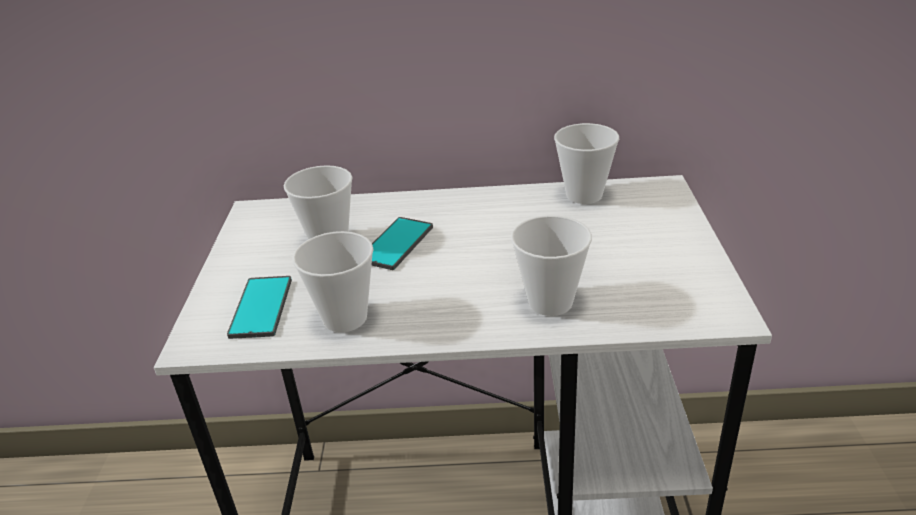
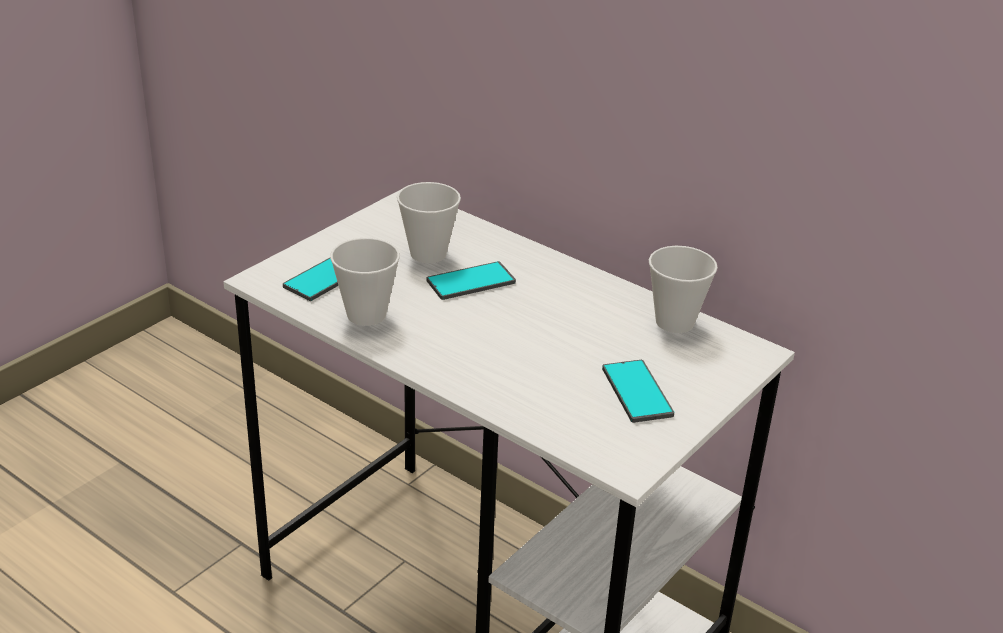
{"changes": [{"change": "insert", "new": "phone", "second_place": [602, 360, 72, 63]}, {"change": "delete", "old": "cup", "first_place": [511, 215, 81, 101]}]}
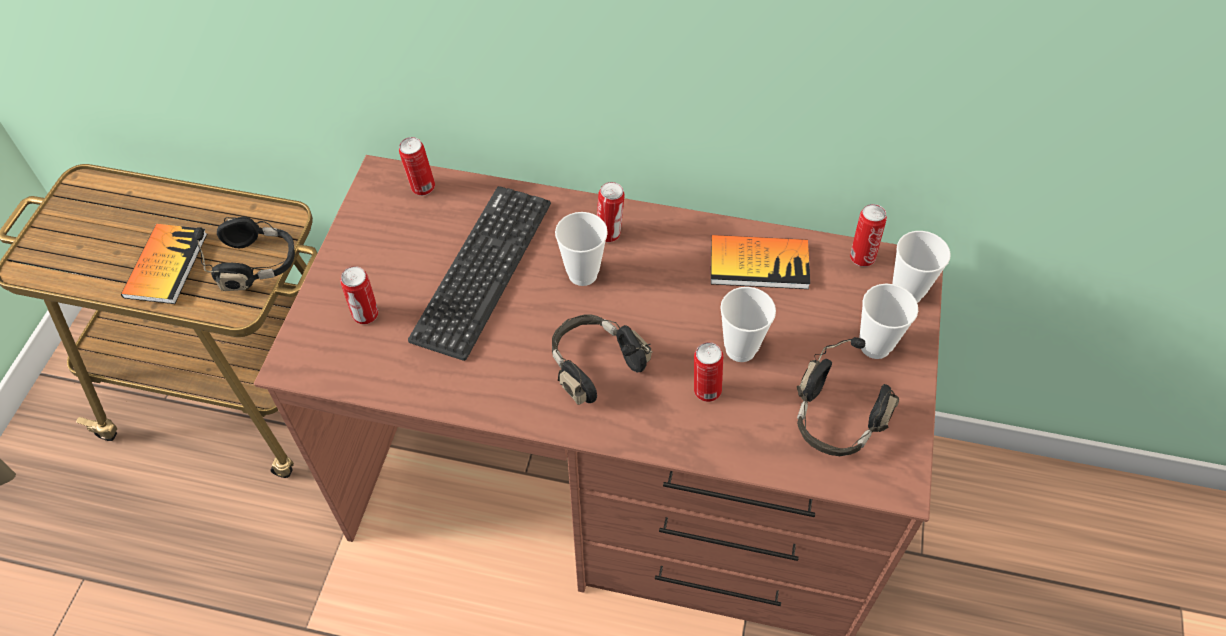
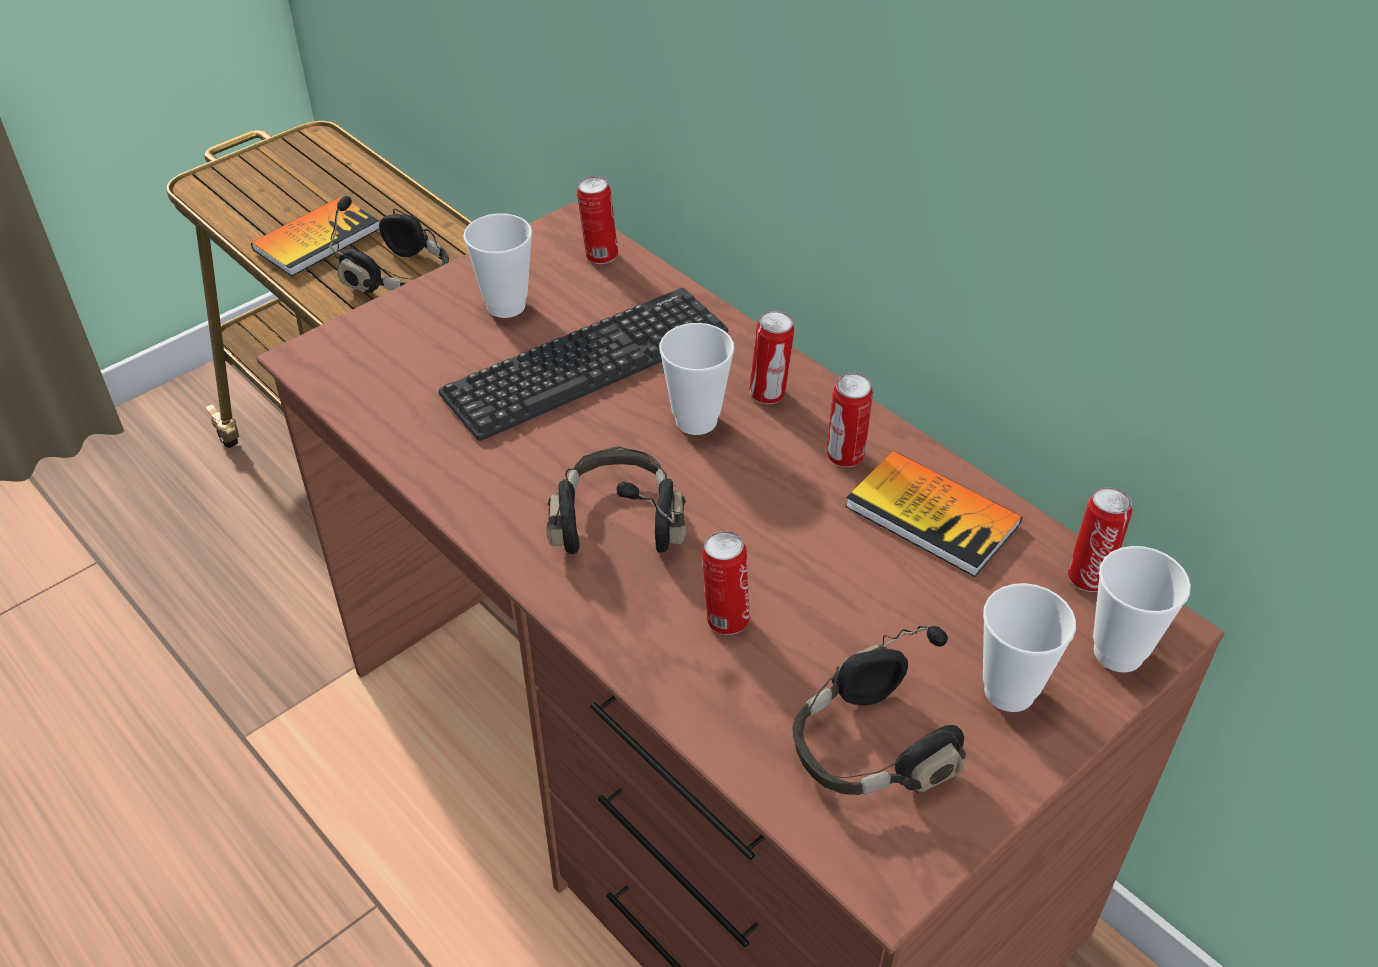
{"changes": [{"change": "move", "old": "cup", "first_place": [720, 287, 56, 75], "second_place": [463, 213, 69, 105]}, {"change": "move", "old": "can", "first_place": [340, 266, 38, 58], "second_place": [827, 373, 46, 94]}]}
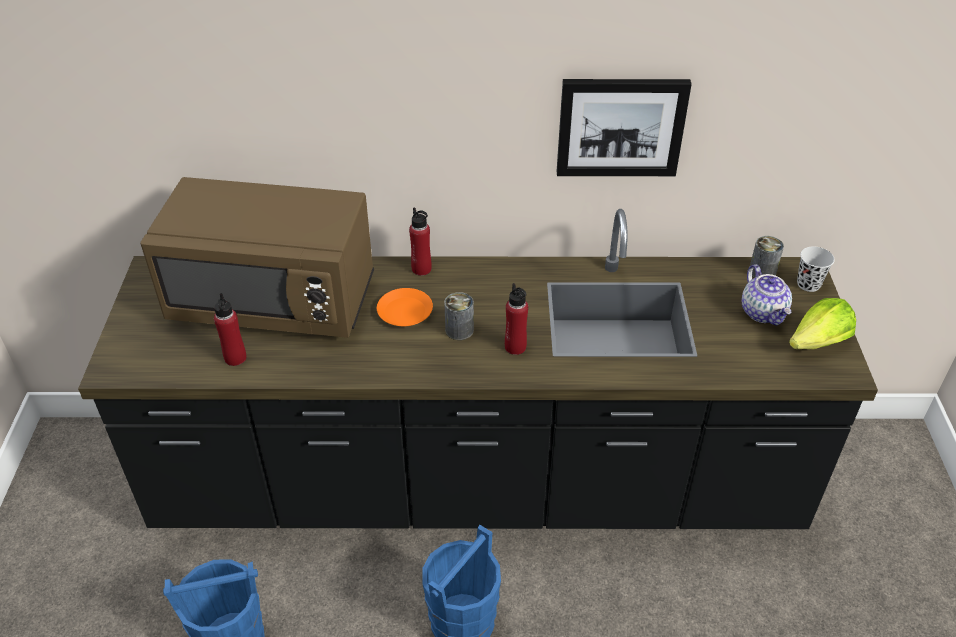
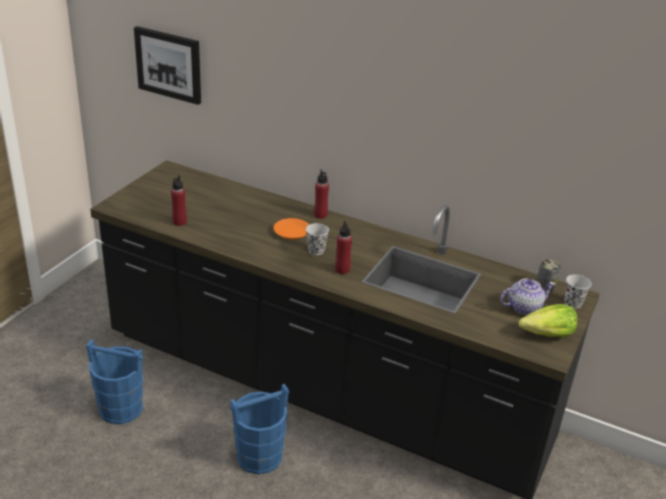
{"changes": [{"change": "move", "old": "picture", "first_place": [557, 79, 135, 97], "second_place": [134, 26, 67, 79]}, {"change": "replace", "old": "can", "new": "black cup", "first_place": [444, 292, 30, 48], "second_place": [306, 223, 23, 32]}, {"change": "rotate", "old": "teapot", "first_place": [742, 264, 50, 62], "second_place": [500, 279, 55, 36], "degrees": -120}, {"change": "delete", "old": "brown microwave", "first_place": [140, 177, 234, 161]}]}
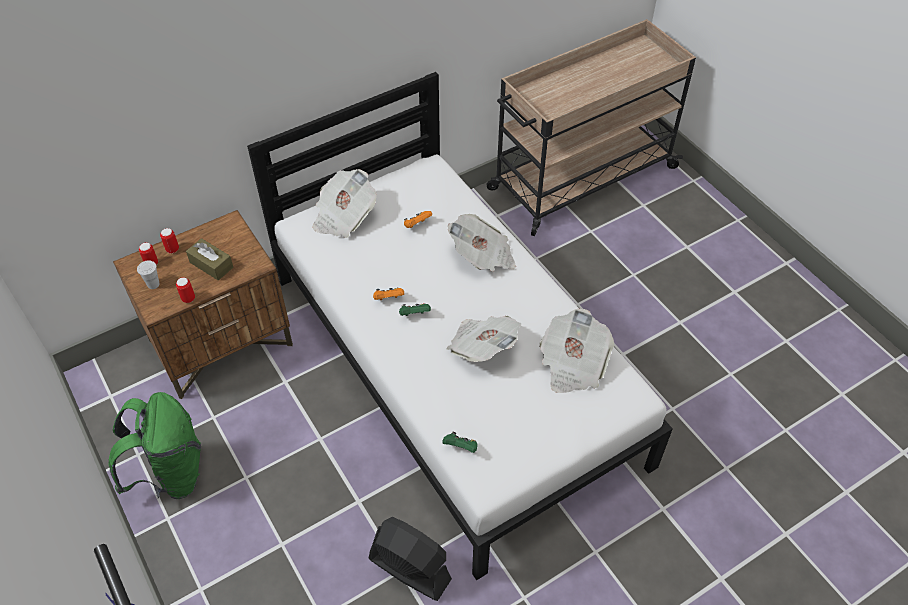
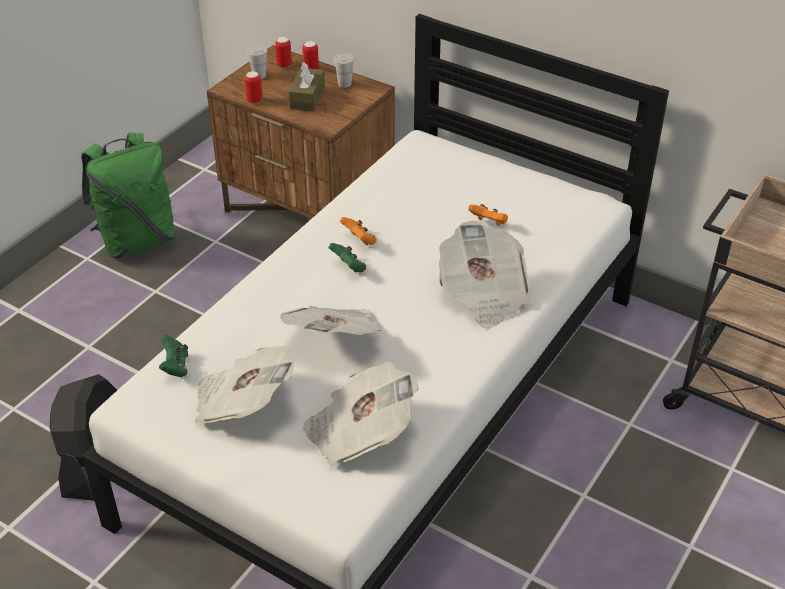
{"changes": [{"change": "move", "old": "newspaper", "first_place": [312, 169, 64, 69], "second_place": [195, 346, 99, 77]}, {"change": "insert", "new": "white cup", "second_place": [333, 53, 22, 35]}]}
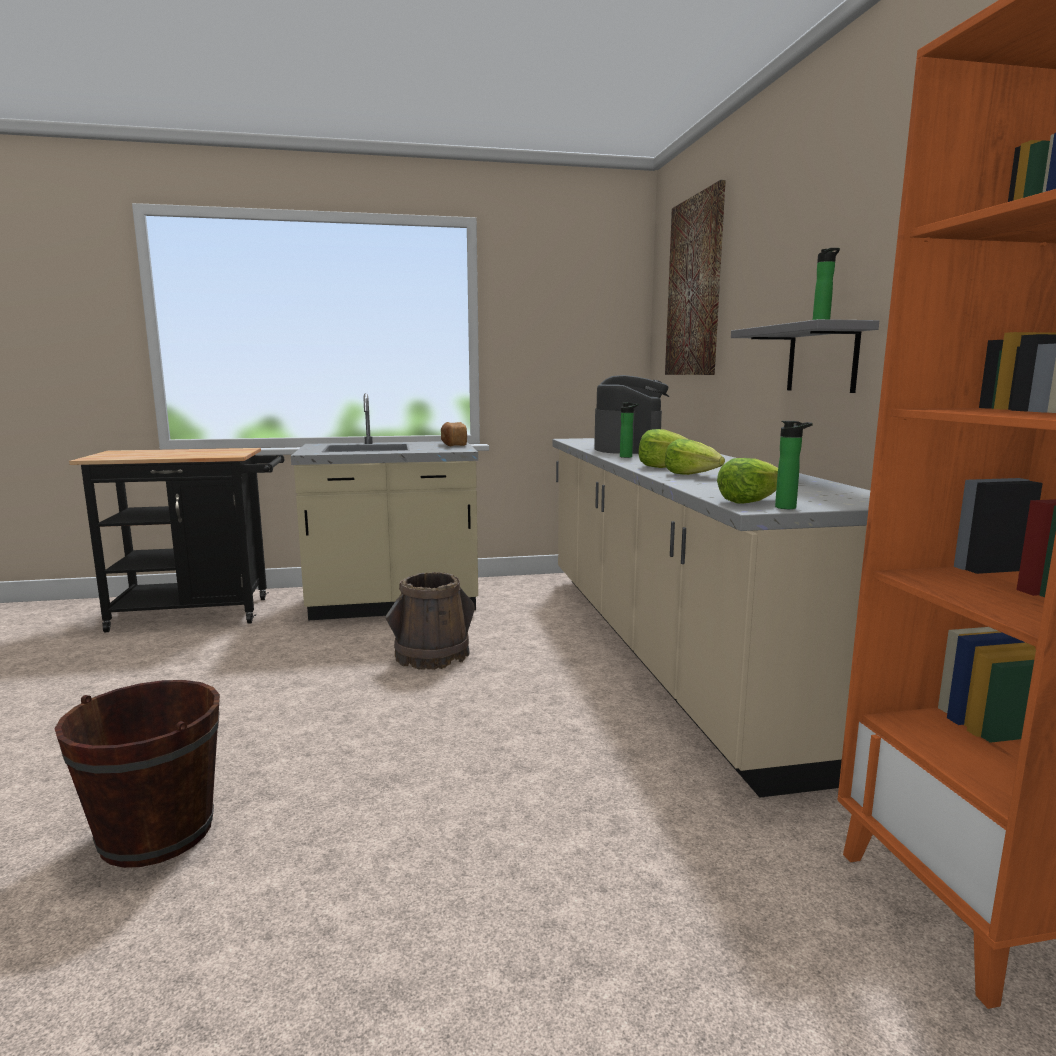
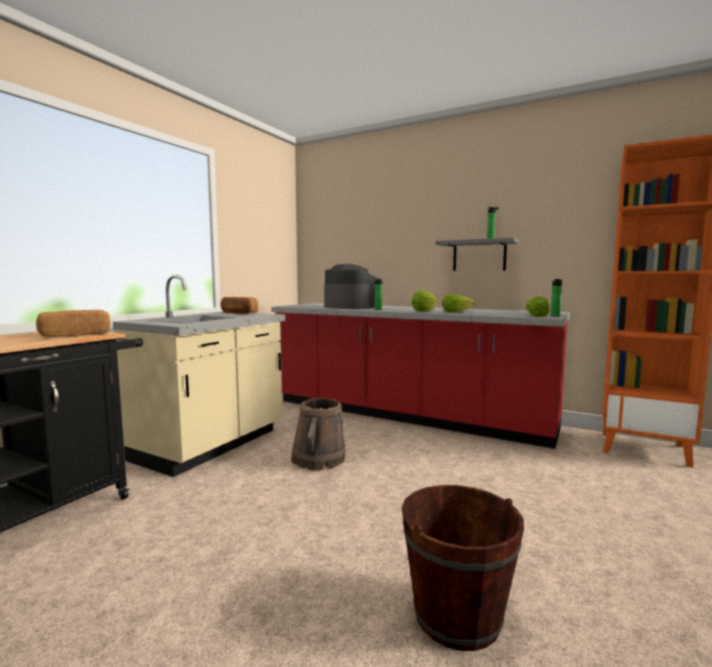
{"changes": [{"change": "insert", "new": "bread", "second_place": [36, 310, 74, 27]}, {"change": "recolor", "old": "beige counter", "new": "red counter", "first_place": [553, 438, 317, 360], "second_place": [271, 303, 299, 146]}, {"change": "delete", "old": "picture", "first_place": [665, 180, 60, 195]}]}
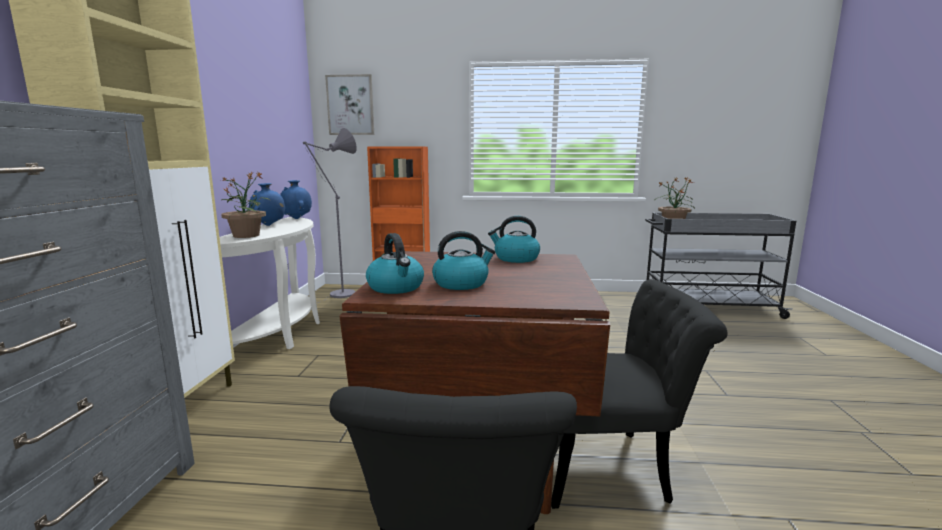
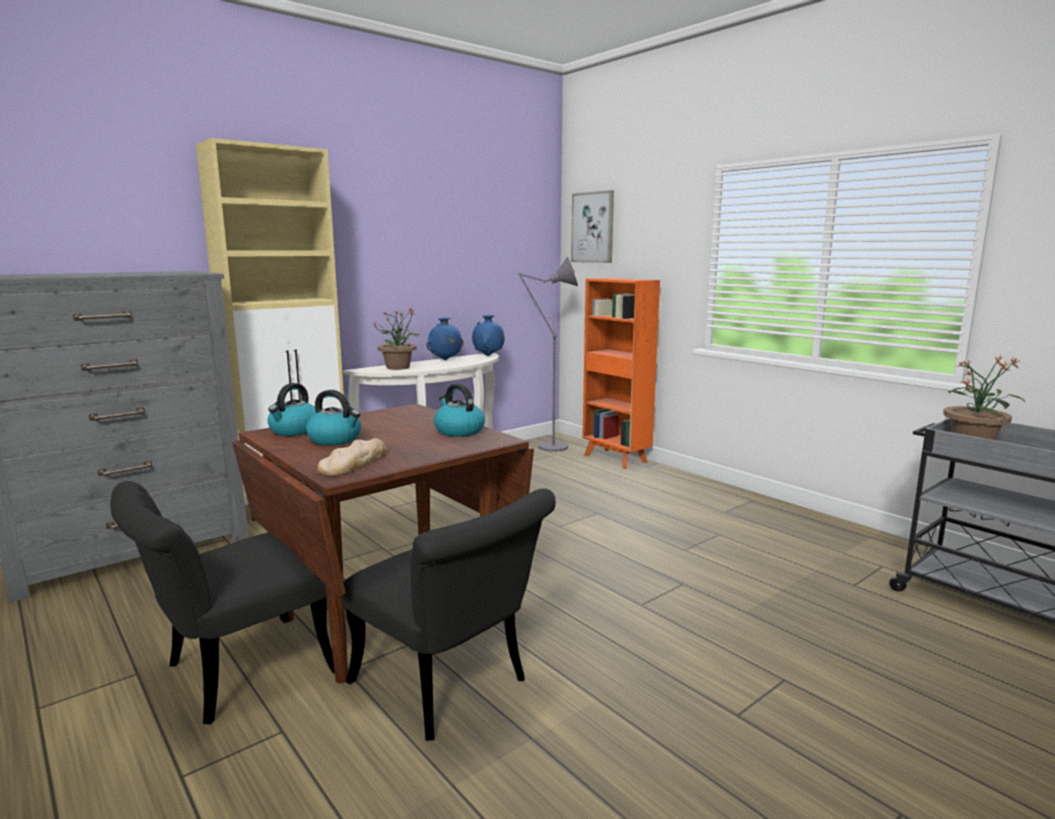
{"changes": [{"change": "insert", "new": "bread", "second_place": [317, 438, 70, 38]}]}
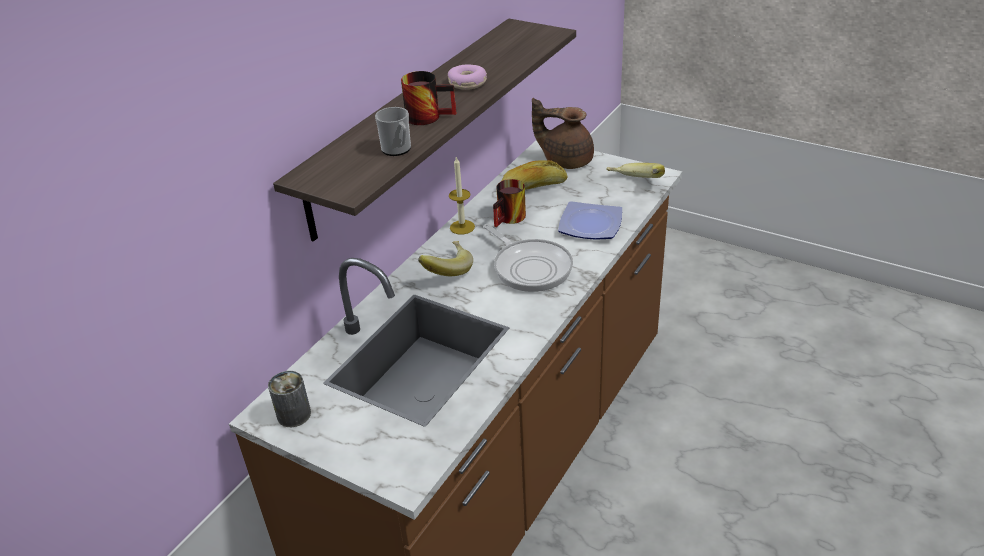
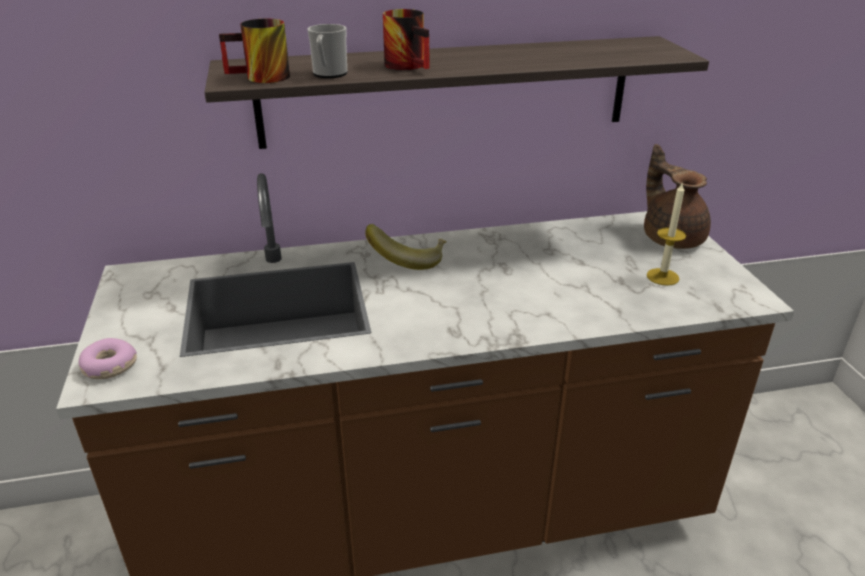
{"changes": [{"change": "move", "old": "donut", "first_place": [448, 65, 39, 25], "second_place": [78, 338, 59, 41]}, {"change": "move", "old": "mug", "first_place": [493, 179, 33, 48], "second_place": [219, 19, 71, 64]}, {"change": "move", "old": "candle", "first_place": [449, 157, 26, 78], "second_place": [647, 183, 39, 103]}, {"change": "delete", "old": "can", "first_place": [268, 371, 43, 56]}, {"change": "delete", "old": "frying pan", "first_place": [483, 224, 90, 68]}, {"change": "delete", "old": "bread", "first_place": [502, 160, 65, 30]}, {"change": "delete", "old": "plate", "first_place": [558, 201, 64, 39]}, {"change": "delete", "old": "banana", "first_place": [606, 163, 59, 15]}]}
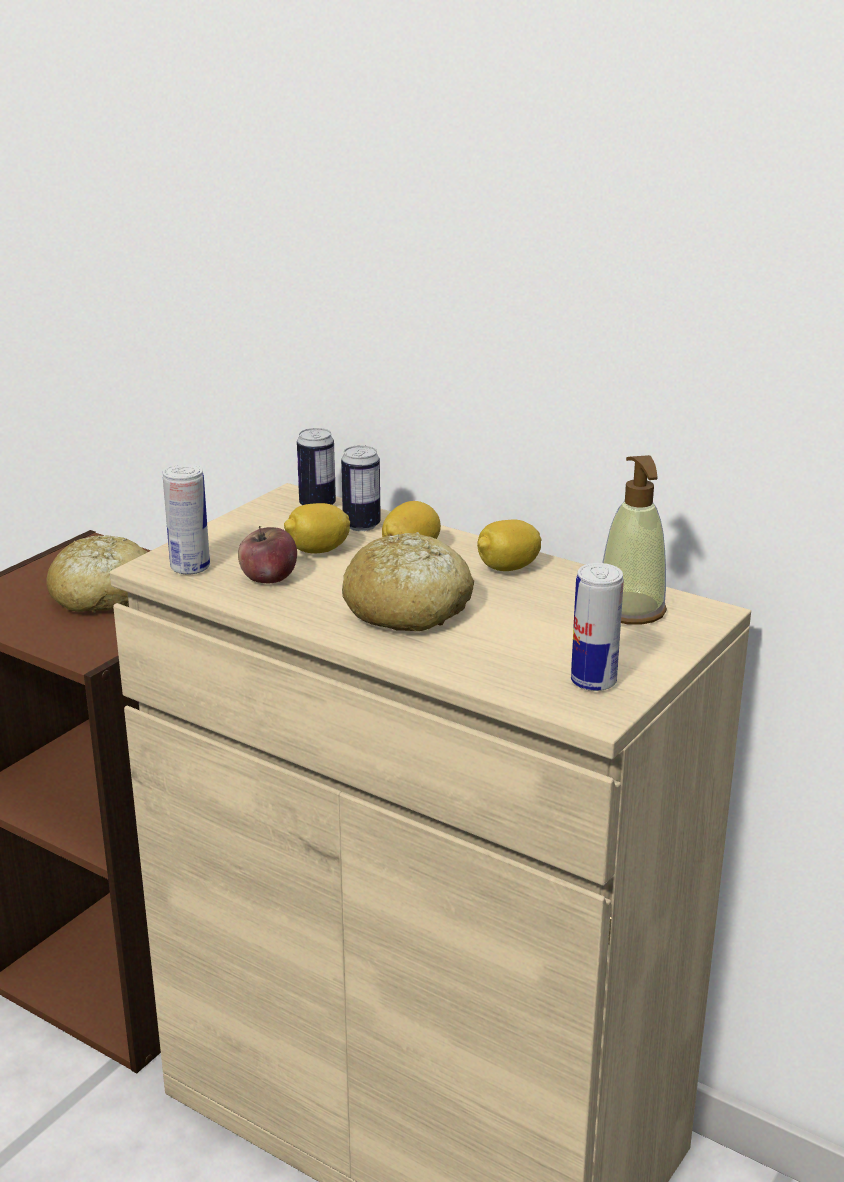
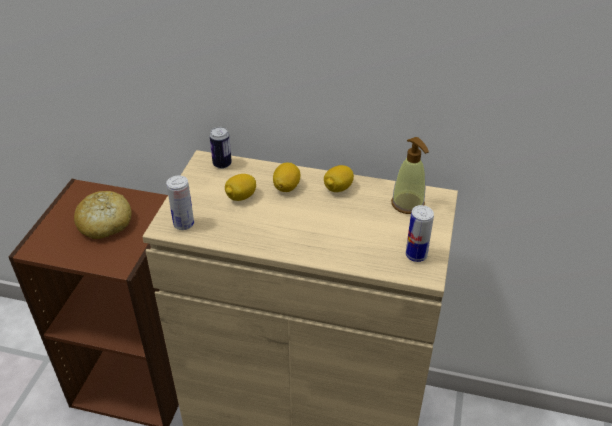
{"changes": [{"change": "delete", "old": "apple", "first_place": [238, 526, 59, 57]}, {"change": "delete", "old": "can", "first_place": [341, 445, 40, 86]}, {"change": "delete", "old": "bread", "first_place": [342, 532, 132, 99]}]}
